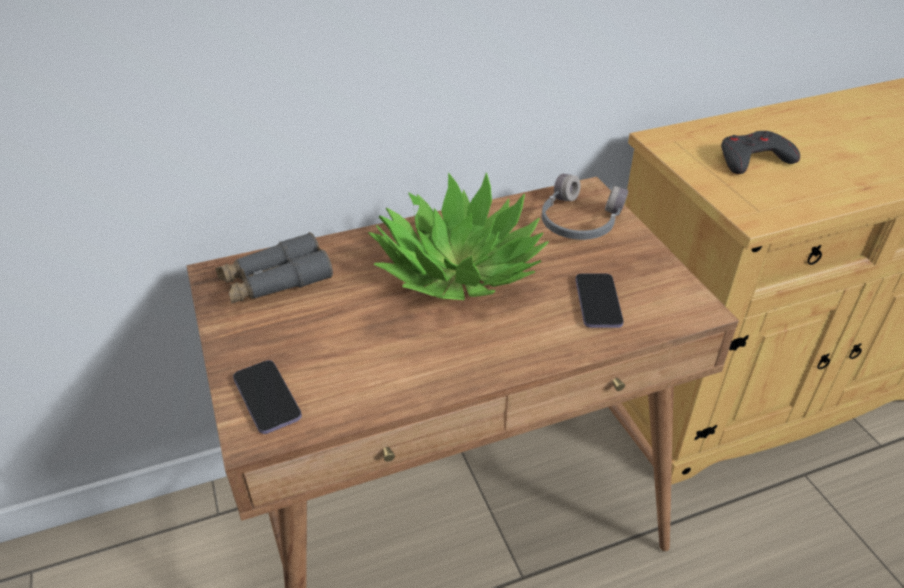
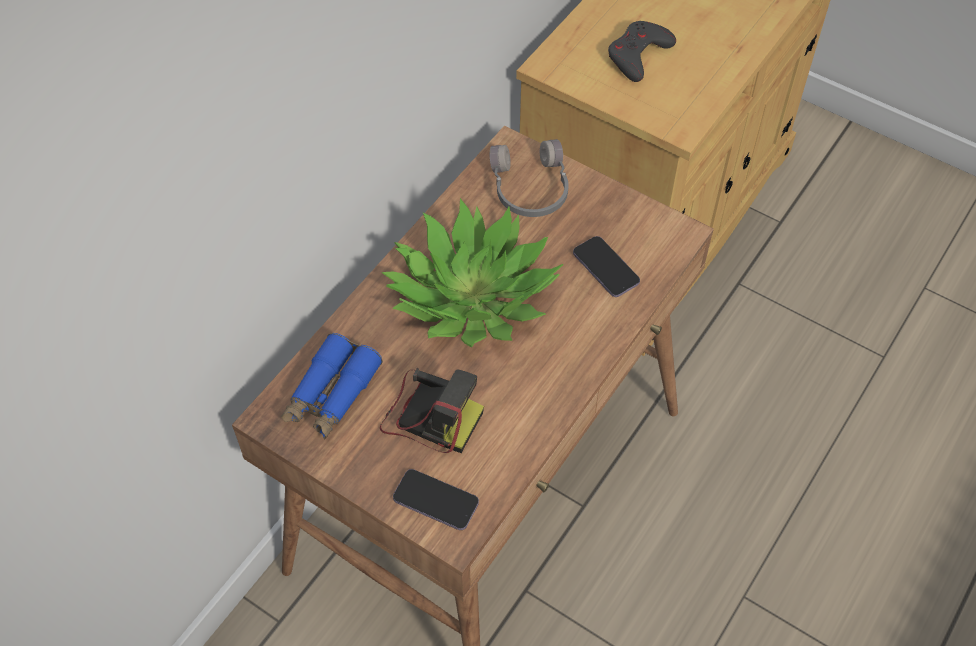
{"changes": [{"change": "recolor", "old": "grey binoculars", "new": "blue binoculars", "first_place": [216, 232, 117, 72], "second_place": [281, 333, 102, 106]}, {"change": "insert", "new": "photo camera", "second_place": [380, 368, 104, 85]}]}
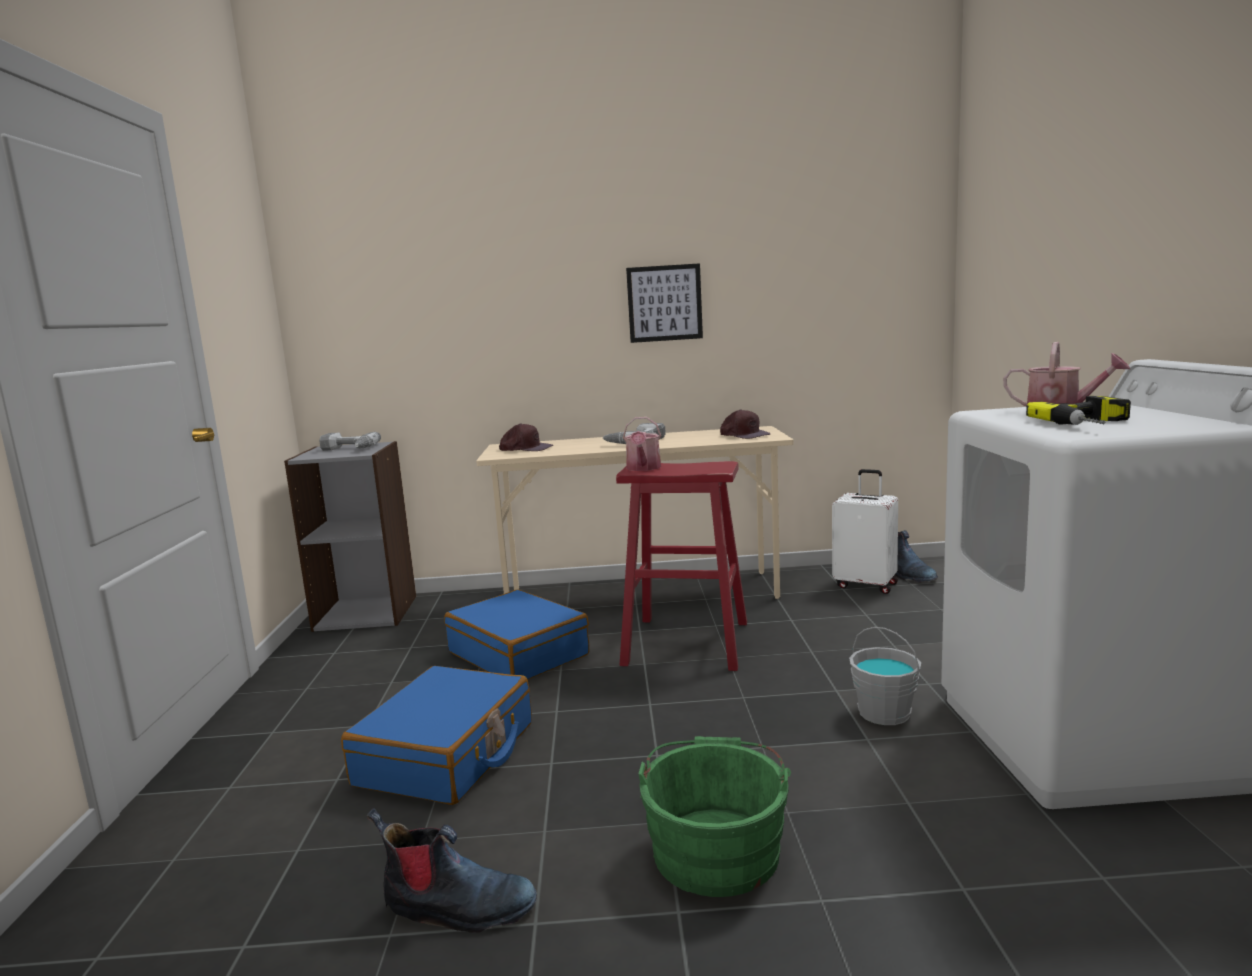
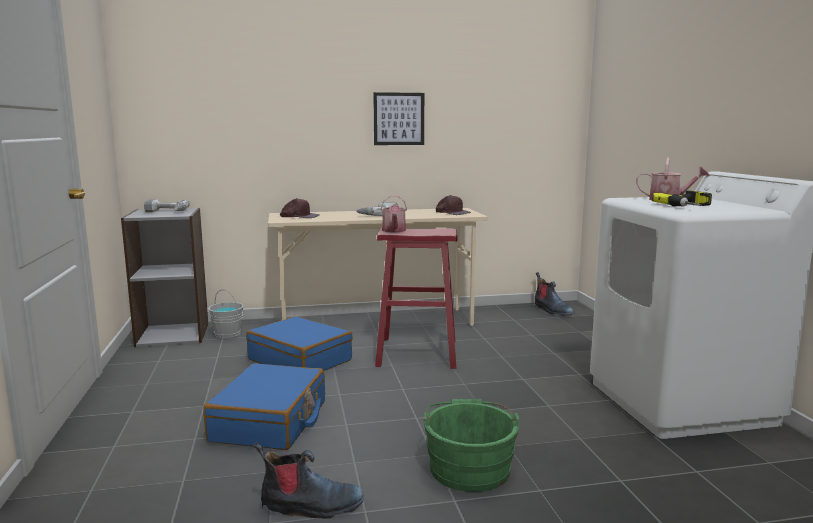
{"changes": [{"change": "move", "old": "grey bucket", "first_place": [849, 627, 72, 98], "second_place": [208, 289, 36, 49]}, {"change": "delete", "old": "white suitcase", "first_place": [832, 469, 66, 125]}]}
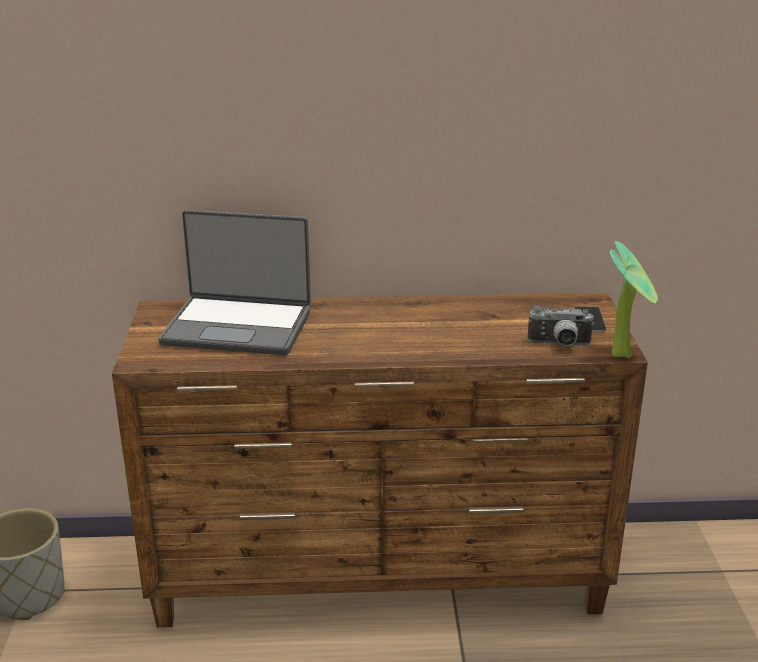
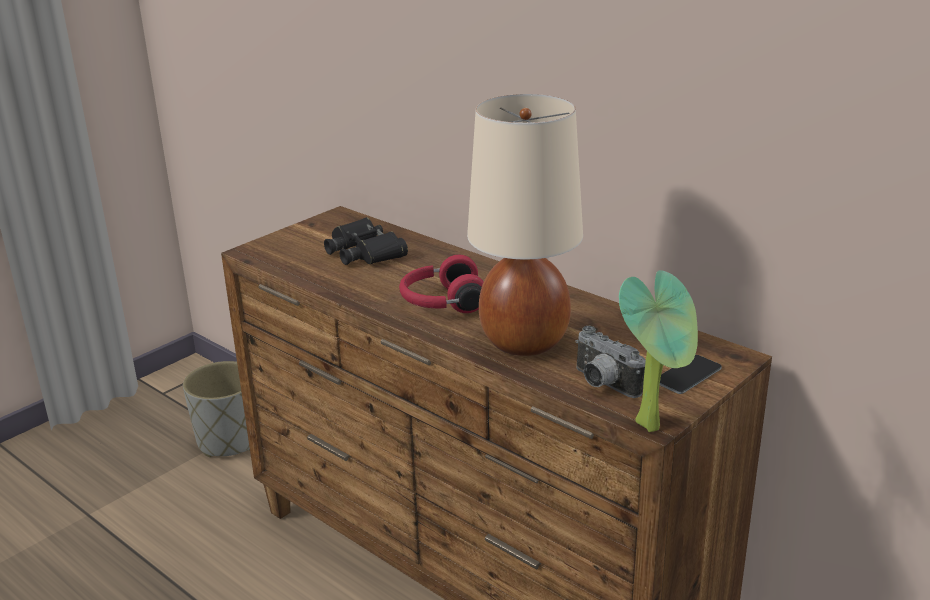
{"changes": [{"change": "replace", "old": "laptop", "new": "black binoculars", "first_place": [158, 210, 153, 145], "second_place": [324, 217, 84, 48]}, {"change": "insert", "new": "red headphones", "second_place": [399, 255, 85, 58]}, {"change": "insert", "new": "beige table lamp", "second_place": [467, 94, 116, 262]}]}
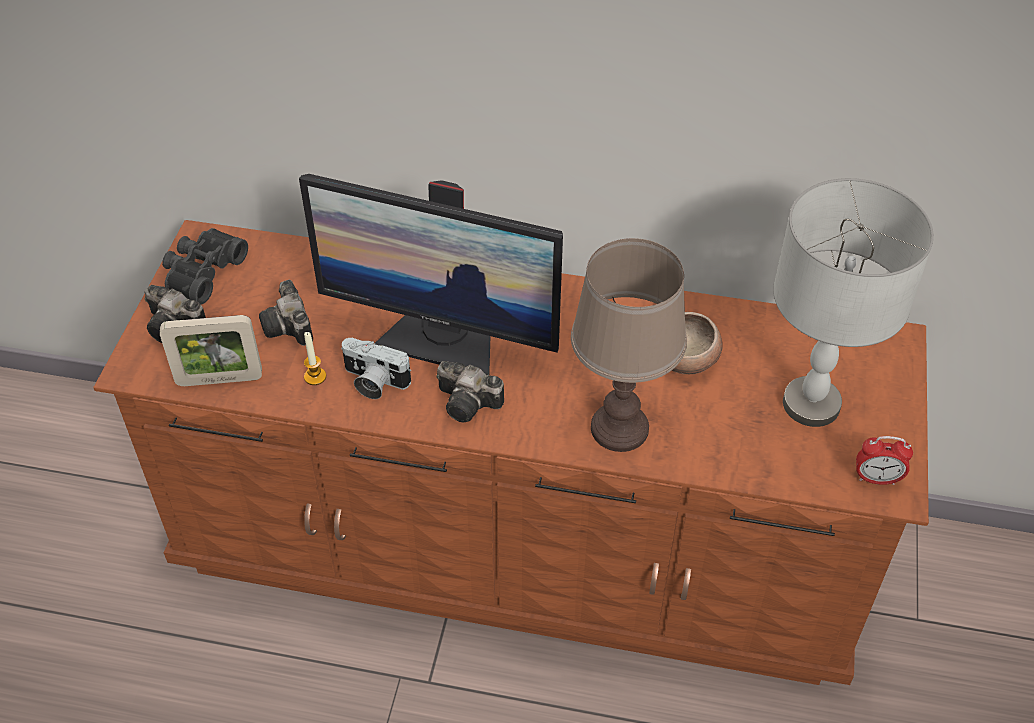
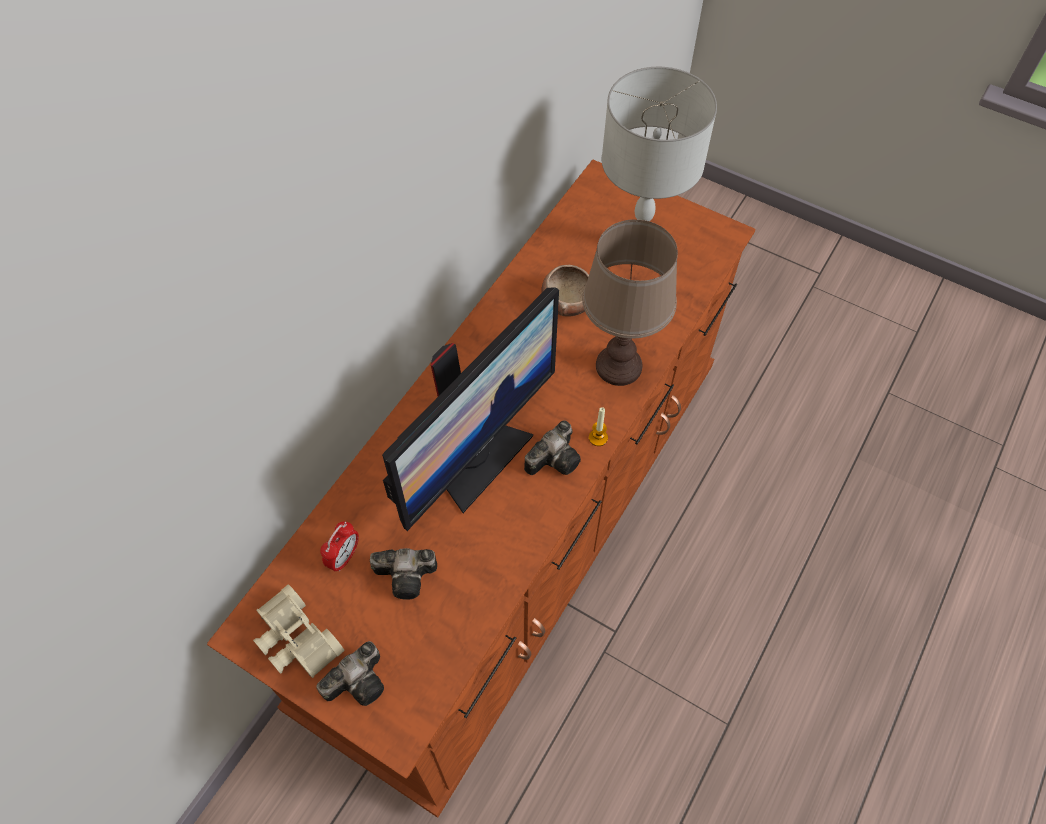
{"changes": [{"change": "recolor", "old": "black binoculars", "new": "beige binoculars", "first_place": [162, 228, 86, 76], "second_place": [253, 584, 92, 94]}, {"change": "move", "old": "alarm clock", "first_place": [856, 436, 57, 49], "second_place": [320, 521, 39, 51]}, {"change": "move", "old": "candle", "first_place": [304, 332, 22, 53], "second_place": [589, 407, 19, 39]}, {"change": "delete", "old": "picture frame", "first_place": [160, 315, 102, 71]}, {"change": "delete", "old": "photo camera", "first_place": [341, 338, 70, 61]}]}
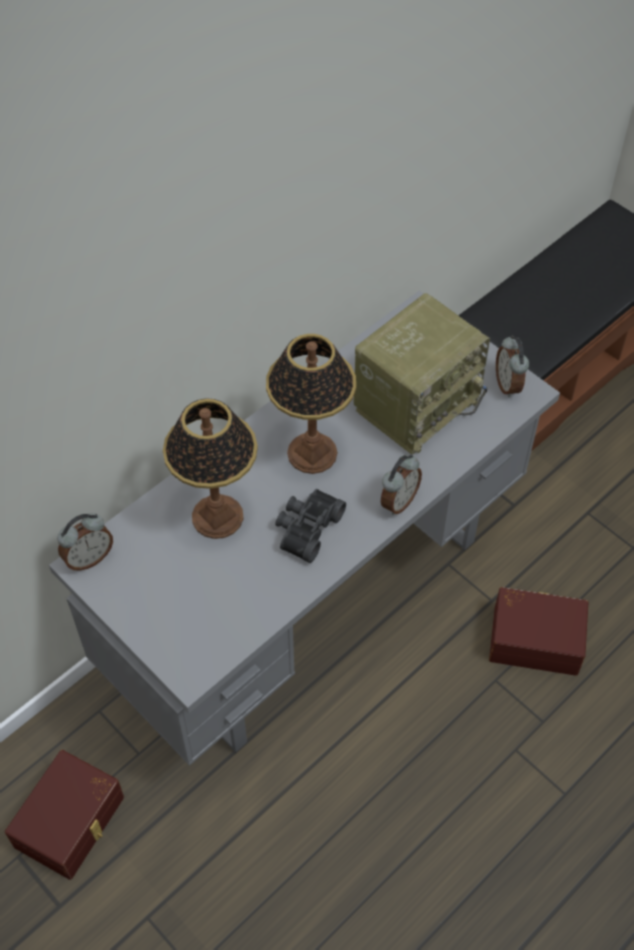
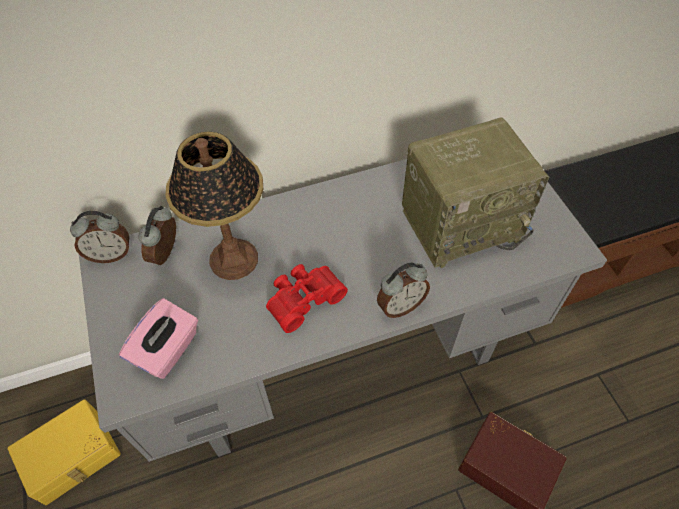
{"changes": [{"change": "recolor", "old": "brown storage box", "new": "yellow storage box", "first_place": [5, 750, 119, 130], "second_place": [8, 399, 113, 106]}, {"change": "insert", "new": "pink tissue box", "second_place": [119, 298, 79, 81]}, {"change": "move", "old": "alarm clock", "first_place": [496, 335, 33, 63], "second_place": [139, 206, 37, 60]}, {"change": "recolor", "old": "black binoculars", "new": "red binoculars", "first_place": [275, 489, 71, 74], "second_place": [266, 264, 82, 69]}, {"change": "delete", "old": "table lamp", "first_place": [266, 334, 90, 140]}]}
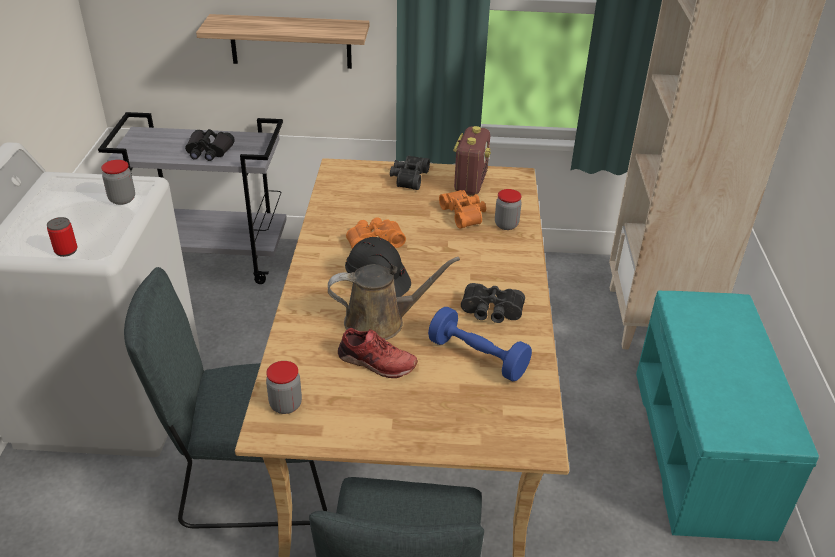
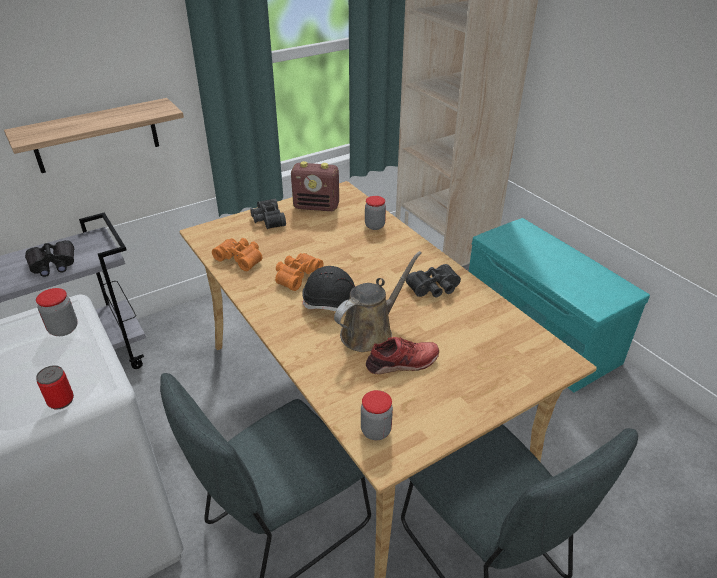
{"changes": [{"change": "move", "old": "orange binoculars", "first_place": [439, 190, 47, 39], "second_place": [212, 238, 50, 33]}, {"change": "rotate", "old": "radio", "first_place": [453, 126, 38, 69], "second_place": [291, 161, 48, 50], "degrees": 120}, {"change": "delete", "old": "blue dumbbell", "first_place": [428, 307, 104, 75]}]}
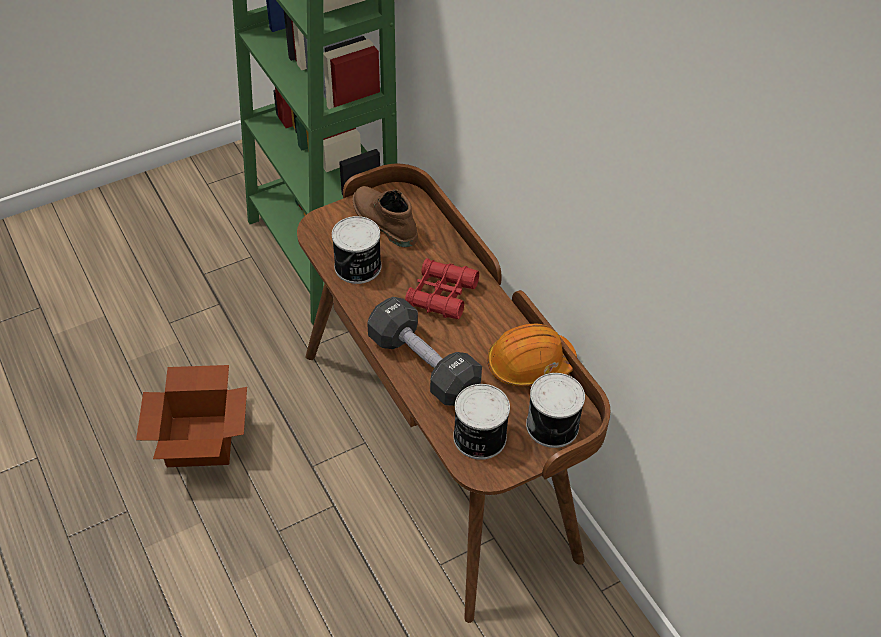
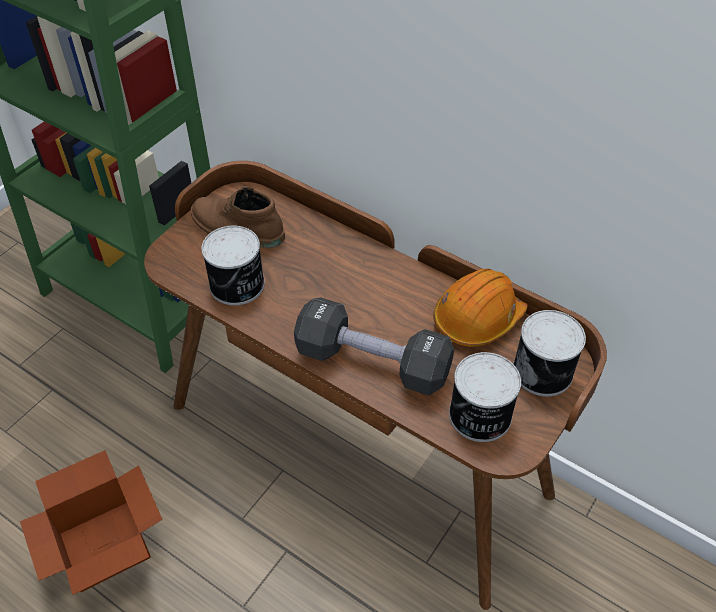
{"changes": [{"change": "delete", "old": "red binoculars", "first_place": [405, 258, 74, 61]}]}
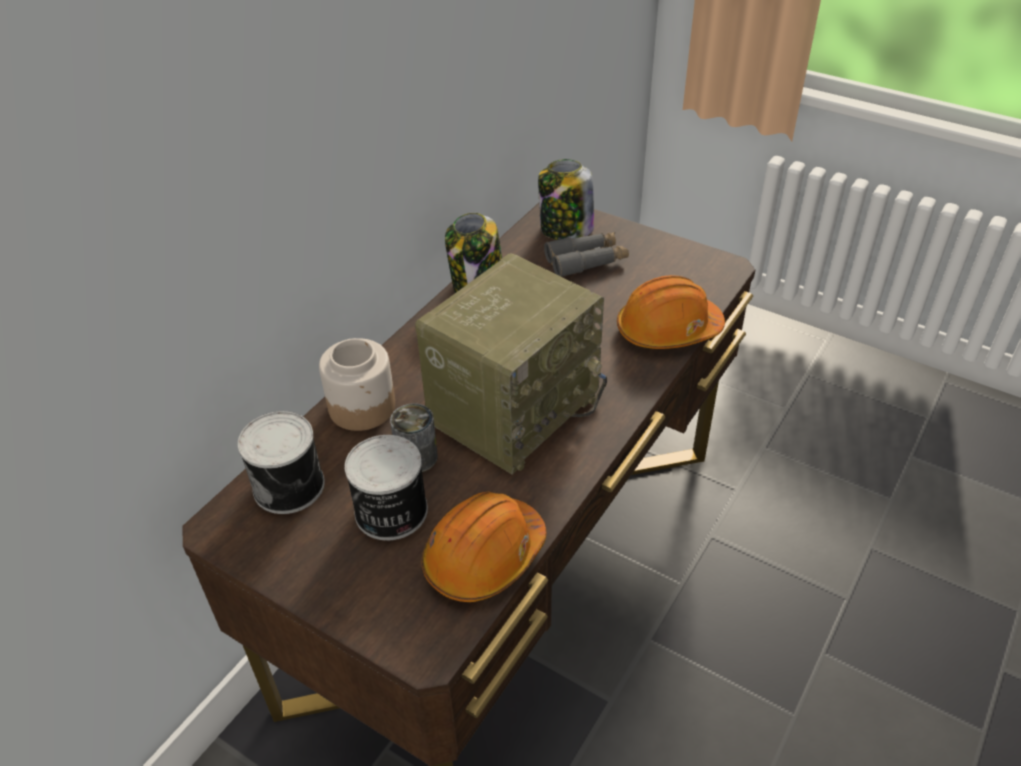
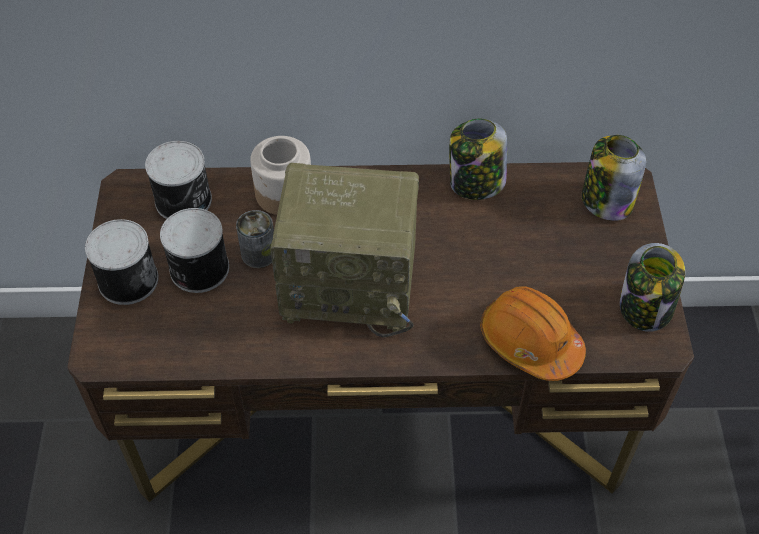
{"changes": [{"change": "insert", "new": "can", "second_place": [85, 219, 74, 86]}, {"change": "insert", "new": "jar", "second_place": [620, 243, 65, 89]}, {"change": "delete", "old": "orange hard hat", "first_place": [422, 492, 125, 110]}, {"change": "delete", "old": "grey binoculars", "first_place": [544, 232, 85, 45]}]}
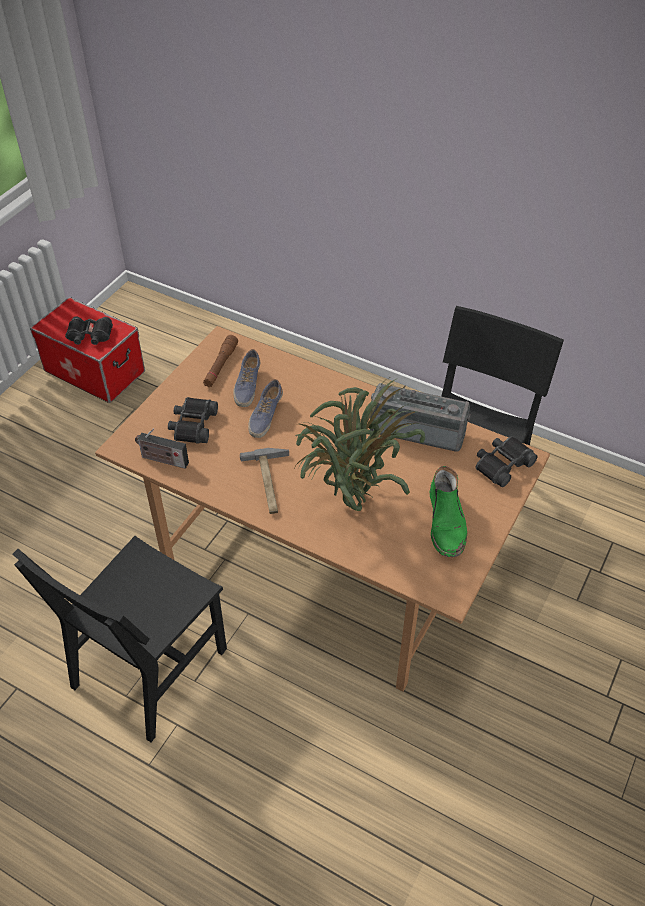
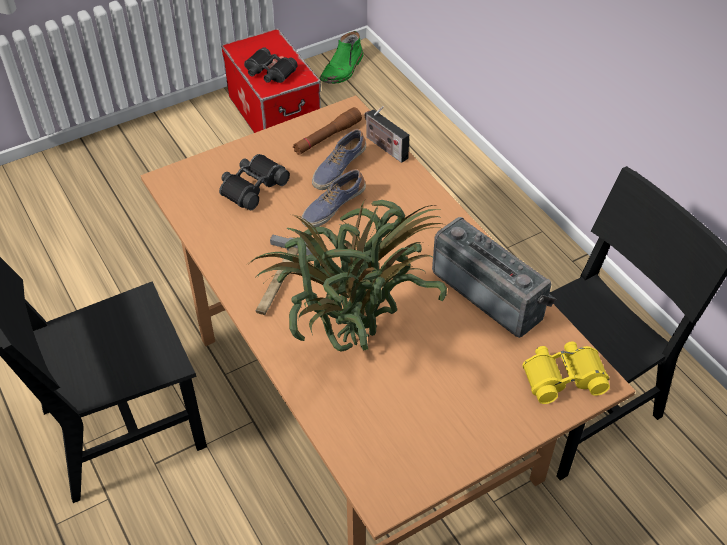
{"changes": [{"change": "move", "old": "green boot", "first_place": [430, 466, 37, 91], "second_place": [319, 31, 44, 53]}, {"change": "move", "old": "radio", "first_place": [135, 428, 54, 41], "second_place": [364, 106, 45, 57]}, {"change": "recolor", "old": "black binoculars", "new": "yellow binoculars", "first_place": [475, 436, 63, 51], "second_place": [522, 341, 88, 63]}]}
